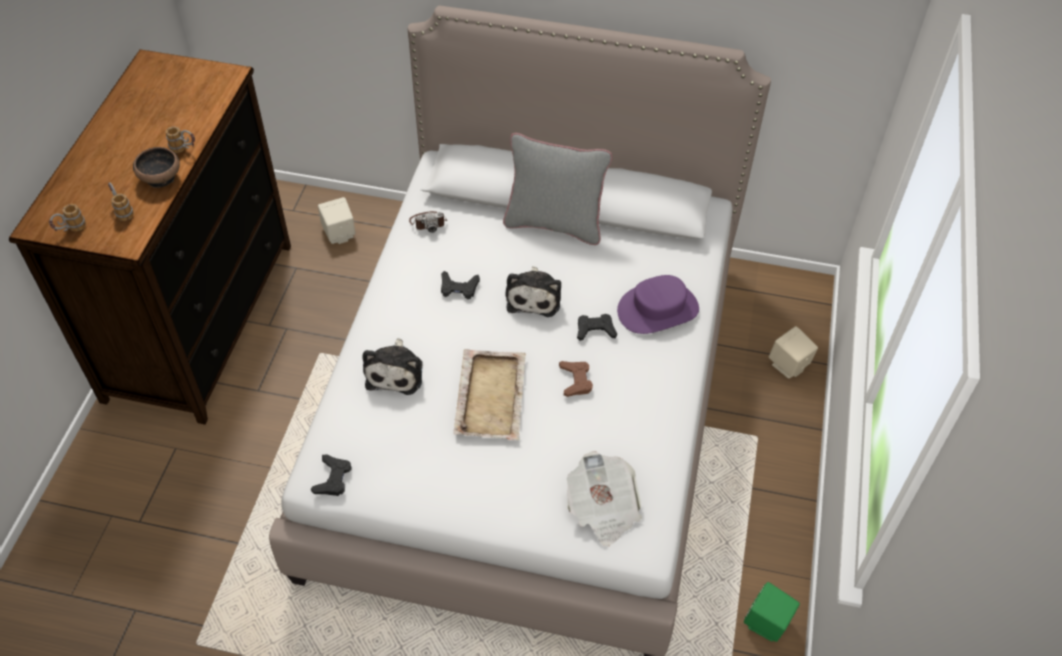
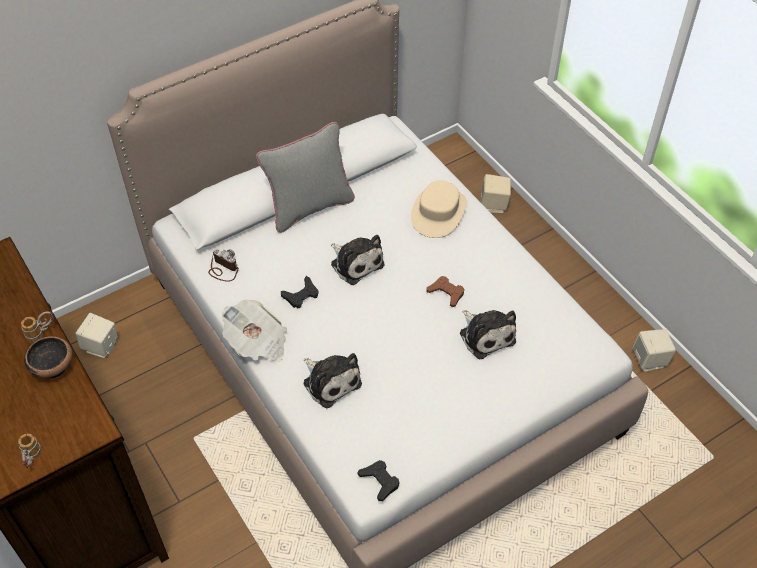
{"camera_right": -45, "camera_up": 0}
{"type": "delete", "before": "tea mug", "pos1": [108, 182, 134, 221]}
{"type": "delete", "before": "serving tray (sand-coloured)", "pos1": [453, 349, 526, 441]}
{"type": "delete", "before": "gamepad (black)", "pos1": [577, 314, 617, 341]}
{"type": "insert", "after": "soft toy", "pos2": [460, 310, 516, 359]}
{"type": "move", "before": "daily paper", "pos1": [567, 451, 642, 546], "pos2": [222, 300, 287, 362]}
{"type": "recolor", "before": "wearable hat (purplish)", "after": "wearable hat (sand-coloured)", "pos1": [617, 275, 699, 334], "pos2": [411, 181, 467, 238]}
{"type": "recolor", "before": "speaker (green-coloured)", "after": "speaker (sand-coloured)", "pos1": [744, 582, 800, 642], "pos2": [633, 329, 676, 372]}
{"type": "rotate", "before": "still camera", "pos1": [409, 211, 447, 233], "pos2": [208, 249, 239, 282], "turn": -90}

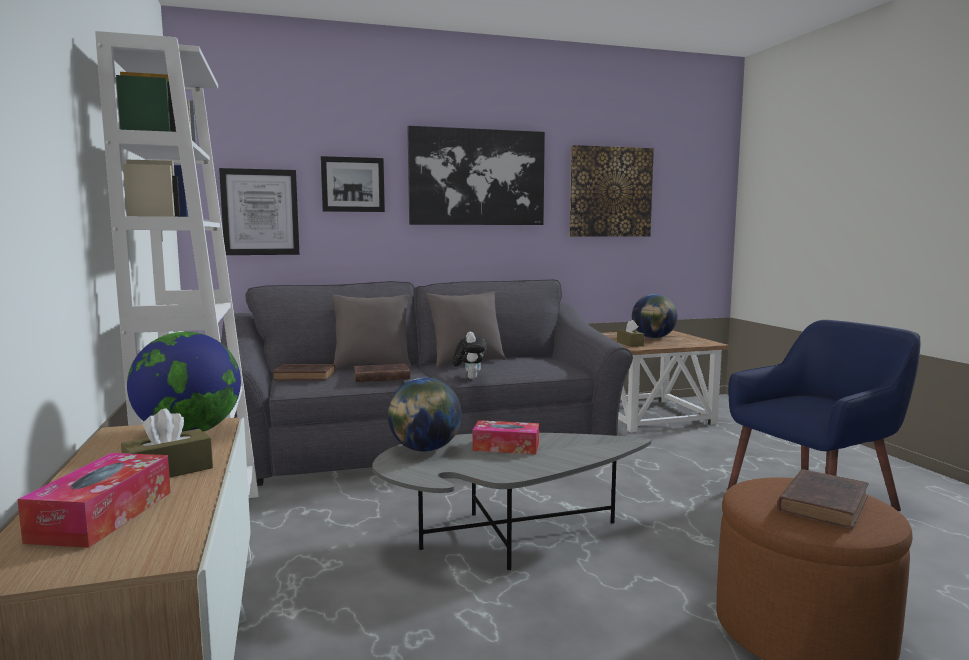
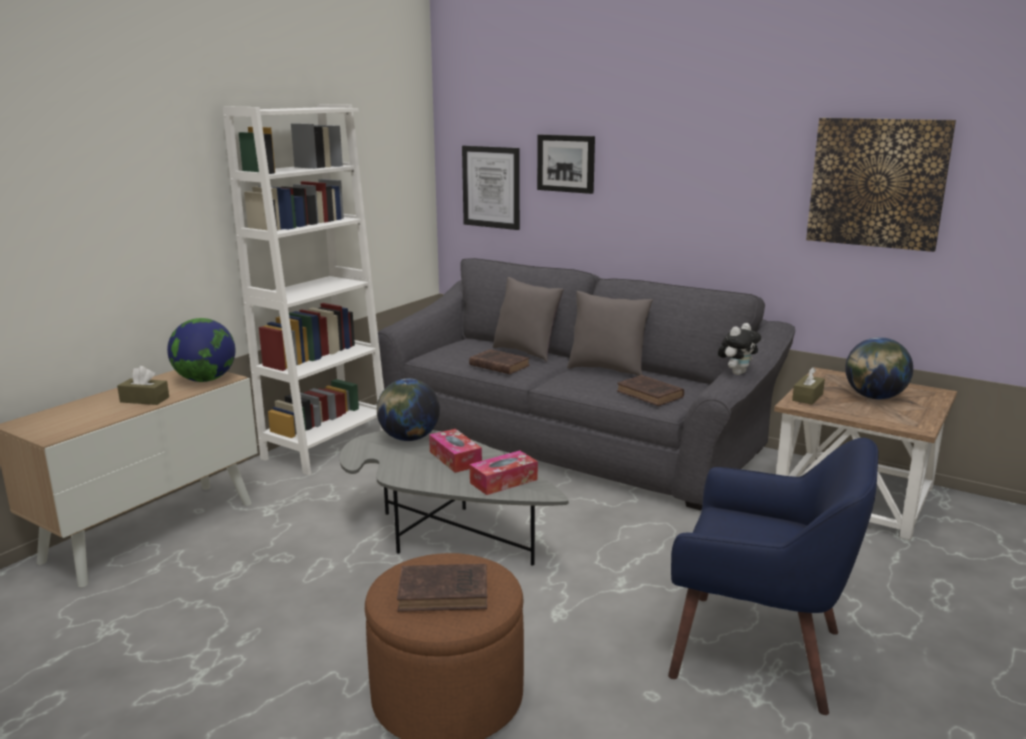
{"camera_right": 50, "camera_up": 10}
{"type": "delete", "before": "wall picture", "pos1": [407, 126, 545, 225]}
{"type": "move", "before": "box of tissues", "pos1": [17, 453, 171, 548], "pos2": [470, 450, 538, 495]}
{"type": "move", "before": "bound book (brownish)", "pos1": [272, 364, 335, 380], "pos2": [617, 375, 684, 406]}
{"type": "move", "before": "soft toy", "pos1": [453, 332, 487, 379], "pos2": [718, 323, 761, 375]}

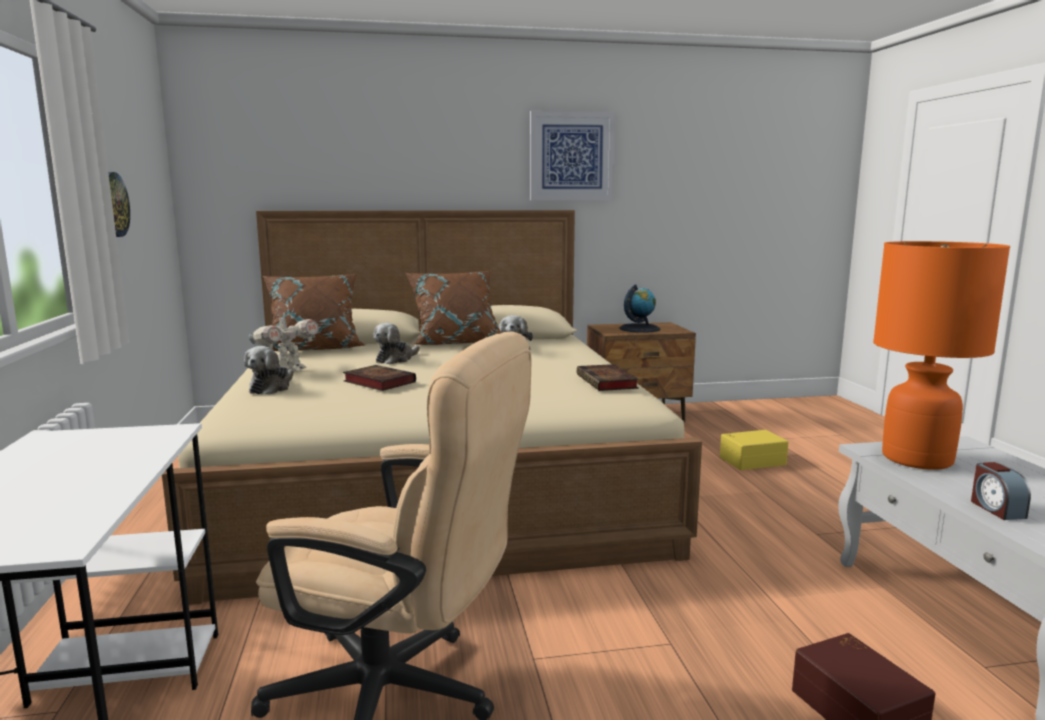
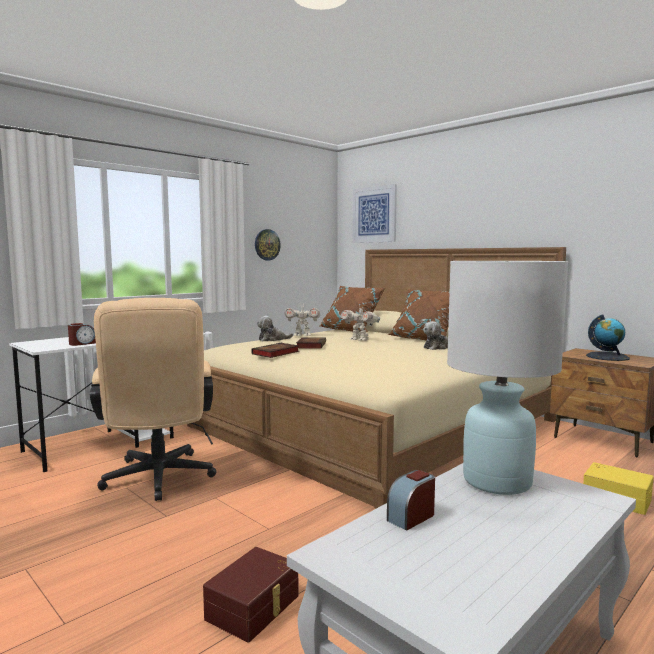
{"camera_right": 55, "camera_up": -5}
{"type": "insert", "after": "table clock", "pos2": [68, 323, 96, 346]}
{"type": "move", "before": "wall picture", "pos1": [530, 111, 615, 200], "pos2": [353, 184, 397, 243]}
{"type": "move", "before": "bound book", "pos1": [577, 364, 639, 391], "pos2": [251, 343, 299, 358]}
{"type": "replace", "before": "soft toy", "after": "toy robot", "pos1": [373, 323, 420, 364], "pos2": [341, 308, 380, 341]}
{"type": "recolor", "before": "tabletop lamp (orange-coloured)", "after": "tabletop lamp (white)", "pos1": [873, 241, 1010, 470], "pos2": [447, 261, 568, 495]}

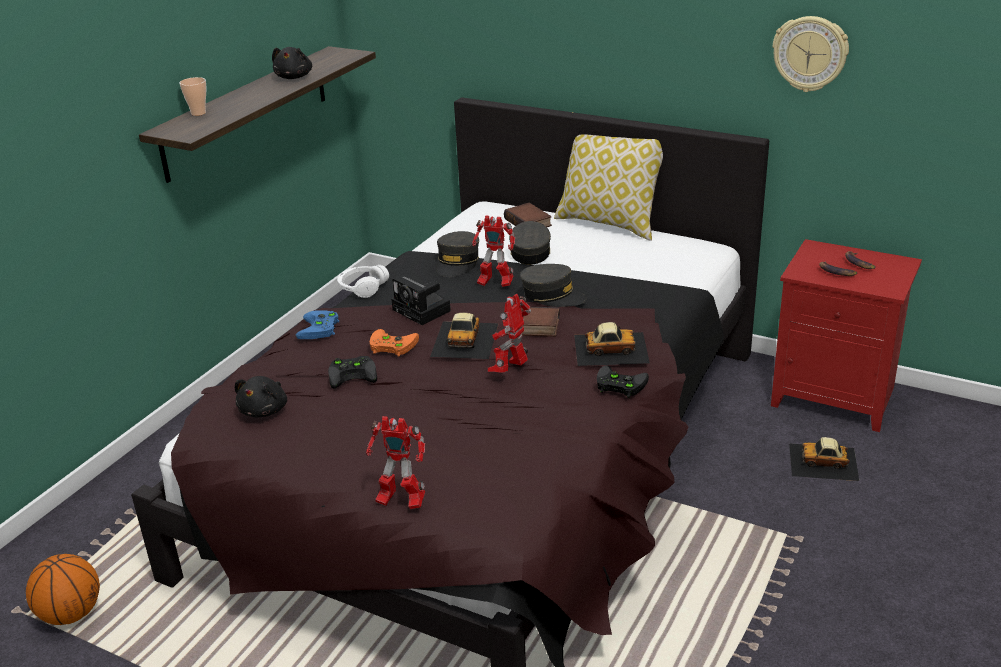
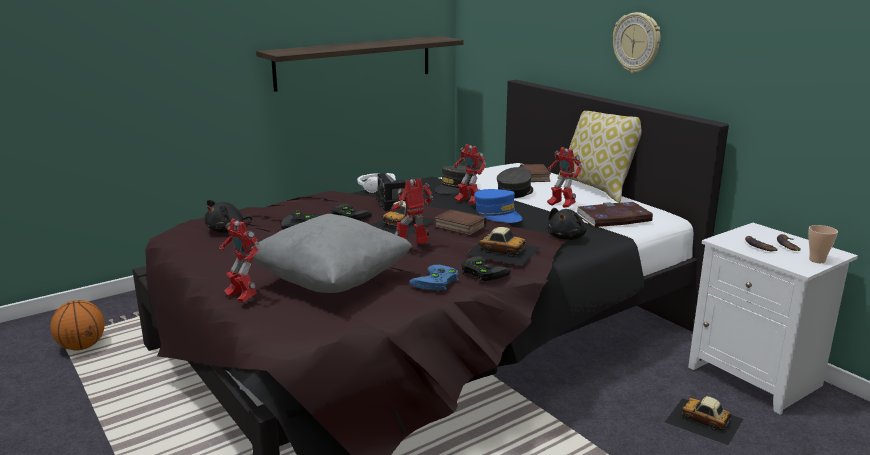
{"camera_right": 25, "camera_up": -10}
{"type": "insert", "after": "cushion (gray)", "pos2": [250, 214, 412, 293]}
{"type": "insert", "after": "toy robot", "pos2": [547, 147, 582, 208]}
{"type": "insert", "after": "bound book", "pos2": [577, 202, 653, 227]}
{"type": "move", "before": "drinking cup", "pos1": [180, 77, 206, 116], "pos2": [808, 225, 838, 263]}
{"type": "move", "before": "soft toy (black)", "pos1": [272, 47, 312, 79], "pos2": [547, 208, 587, 240]}
{"type": "move", "before": "gamepad (blue-coloured)", "pos1": [296, 310, 339, 339], "pos2": [409, 265, 459, 290]}
{"type": "move", "before": "wall clock", "pos1": [773, 16, 849, 92], "pos2": [613, 12, 661, 73]}
{"type": "recolor", "before": "gamepad (orange-coloured)", "after": "gamepad (black)", "pos1": [370, 329, 419, 357], "pos2": [331, 204, 372, 220]}
{"type": "recolor", "before": "baseball cap (gray)", "after": "baseball cap (blue-coloured)", "pos1": [520, 264, 587, 307], "pos2": [474, 189, 523, 223]}
{"type": "recolor", "before": "bedside table (red-coloured)", "after": "bedside table (white)", "pos1": [771, 239, 922, 432], "pos2": [688, 223, 858, 415]}

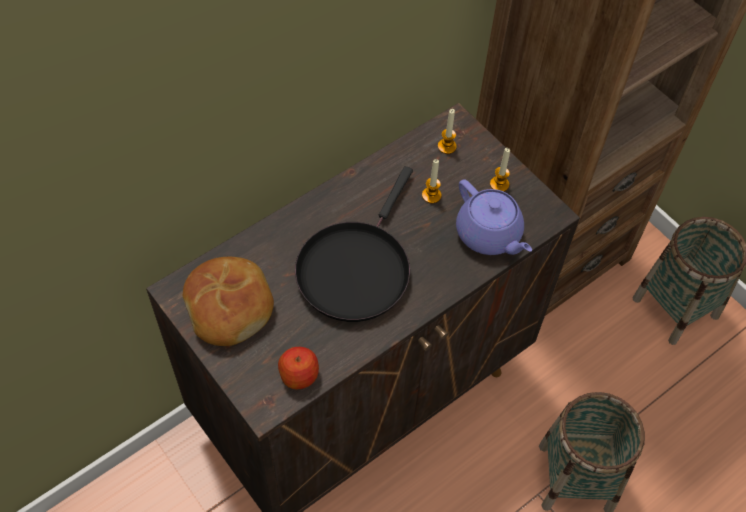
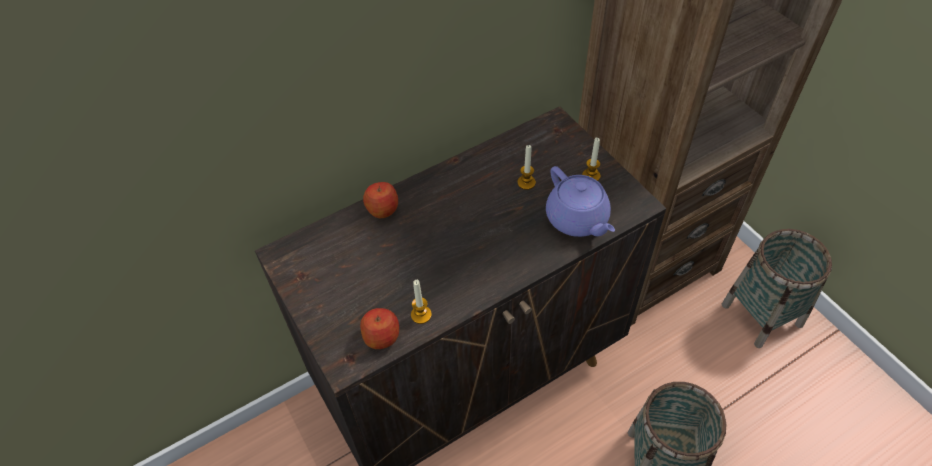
{"camera_right": 10, "camera_up": -5}
{"type": "delete", "before": "bread", "pos1": [183, 257, 274, 346]}
{"type": "delete", "before": "pan (black)", "pos1": [295, 166, 413, 322]}
{"type": "insert", "after": "apple fruit", "pos2": [363, 182, 398, 218]}
{"type": "move", "before": "candle", "pos1": [438, 109, 457, 154], "pos2": [411, 280, 432, 324]}

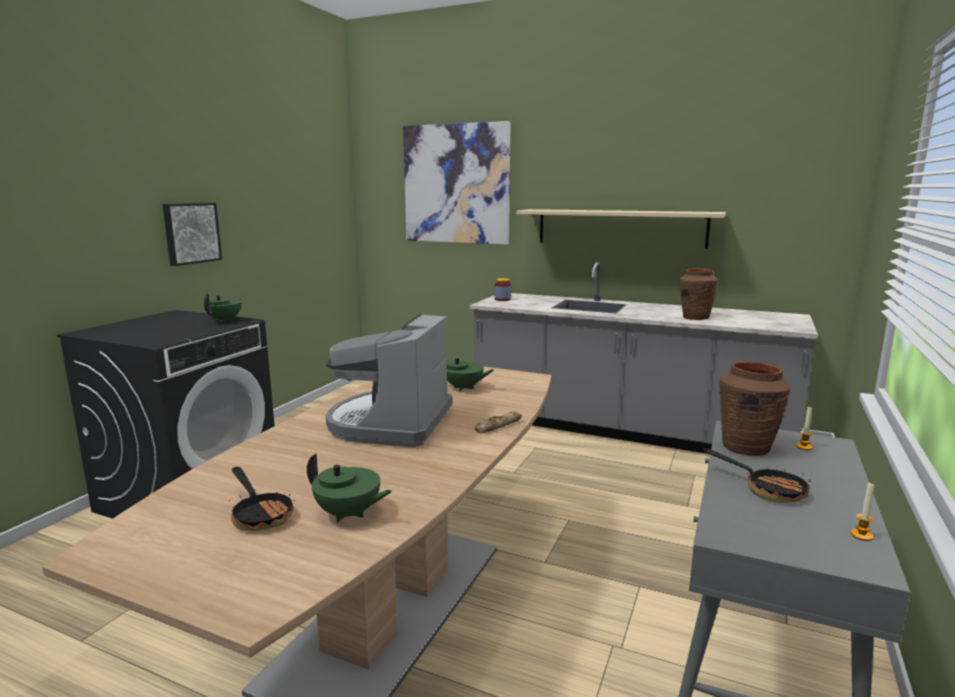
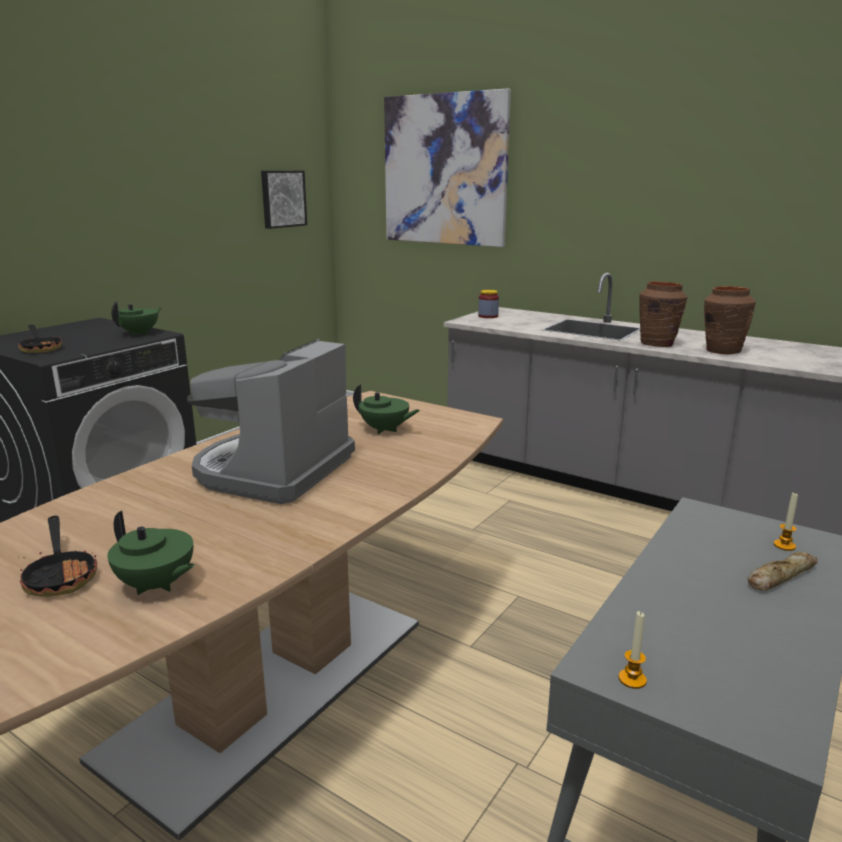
{"camera_right": 10, "camera_up": 5}
{"type": "delete", "before": "wall shelf (sand-coloured)", "pos1": [516, 209, 726, 249]}
{"type": "move", "before": "wall picture", "pos1": [162, 203, 222, 266], "pos2": [261, 171, 307, 229]}
{"type": "move", "before": "bread", "pos1": [475, 411, 522, 433], "pos2": [748, 552, 818, 590]}
{"type": "move", "before": "pan", "pos1": [702, 448, 811, 503], "pos2": [18, 325, 62, 353]}
{"type": "move", "before": "vase (brownish)", "pos1": [719, 362, 790, 456], "pos2": [639, 281, 687, 347]}
{"type": "move", "before": "candle", "pos1": [850, 482, 874, 541], "pos2": [618, 611, 647, 689]}

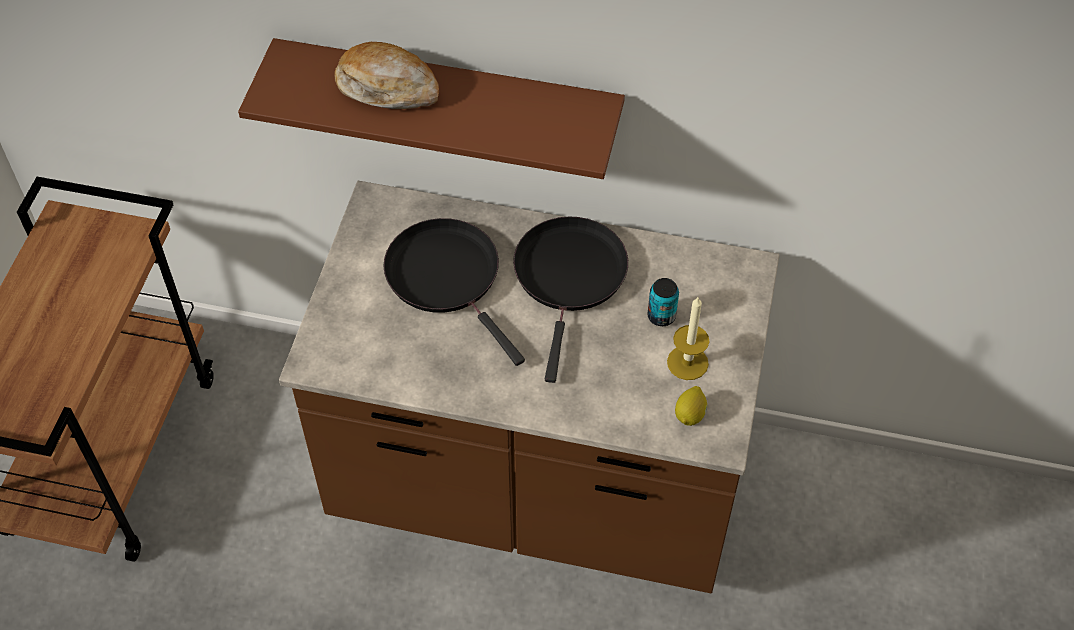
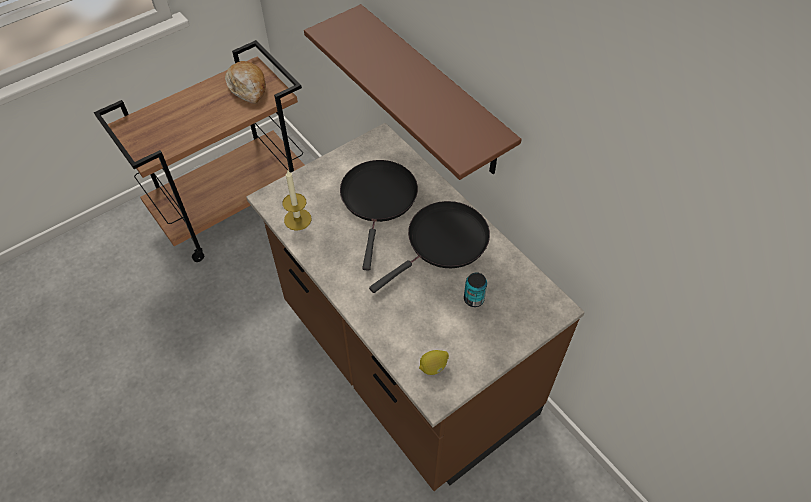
{"camera_right": 40, "camera_up": 0}
{"type": "move", "before": "bread", "pos1": [335, 42, 439, 109], "pos2": [225, 61, 266, 104]}
{"type": "move", "before": "candle", "pos1": [667, 297, 709, 380], "pos2": [282, 170, 311, 231]}

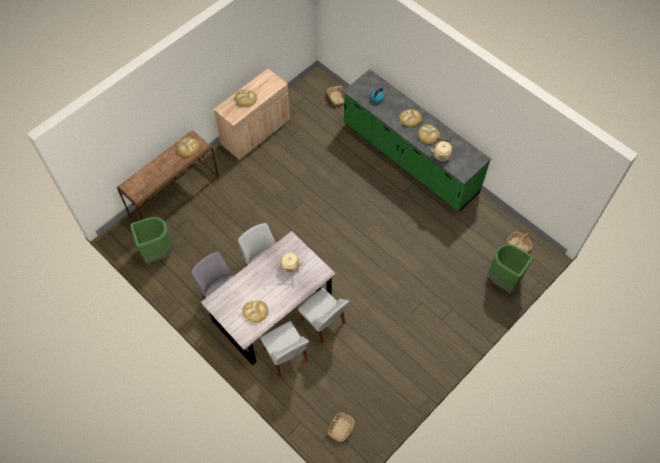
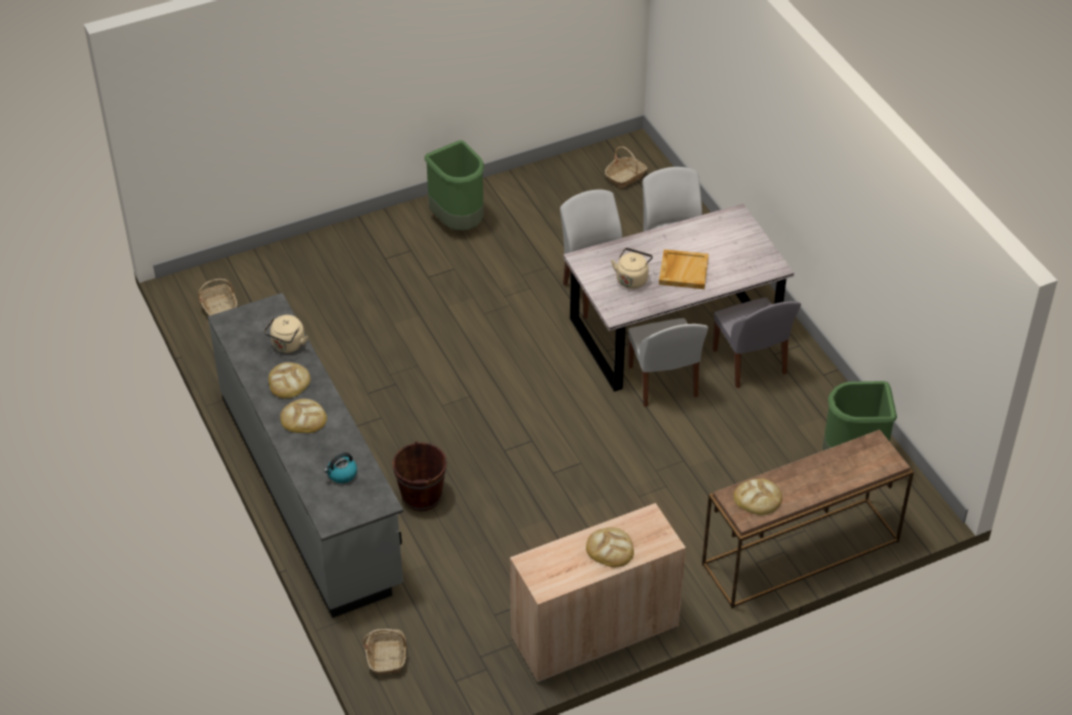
{"camera_right": -160, "camera_up": -15}
{"type": "delete", "before": "bread", "pos1": [243, 301, 268, 323]}
{"type": "insert", "after": "water bucket (brownish)", "pos2": [392, 441, 447, 511]}
{"type": "insert", "after": "serving tray (sand-coloured)", "pos2": [659, 249, 709, 289]}
{"type": "move", "before": "trash can (green-coloured)", "pos1": [489, 244, 533, 293], "pos2": [425, 140, 484, 231]}
{"type": "recolor", "before": "counter (green-coloured)", "after": "counter (gray)", "pos1": [343, 69, 491, 211], "pos2": [208, 293, 403, 618]}

